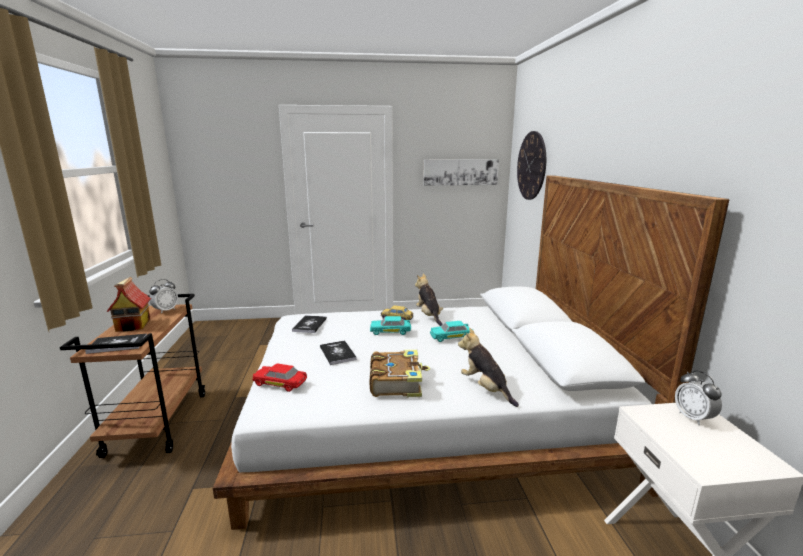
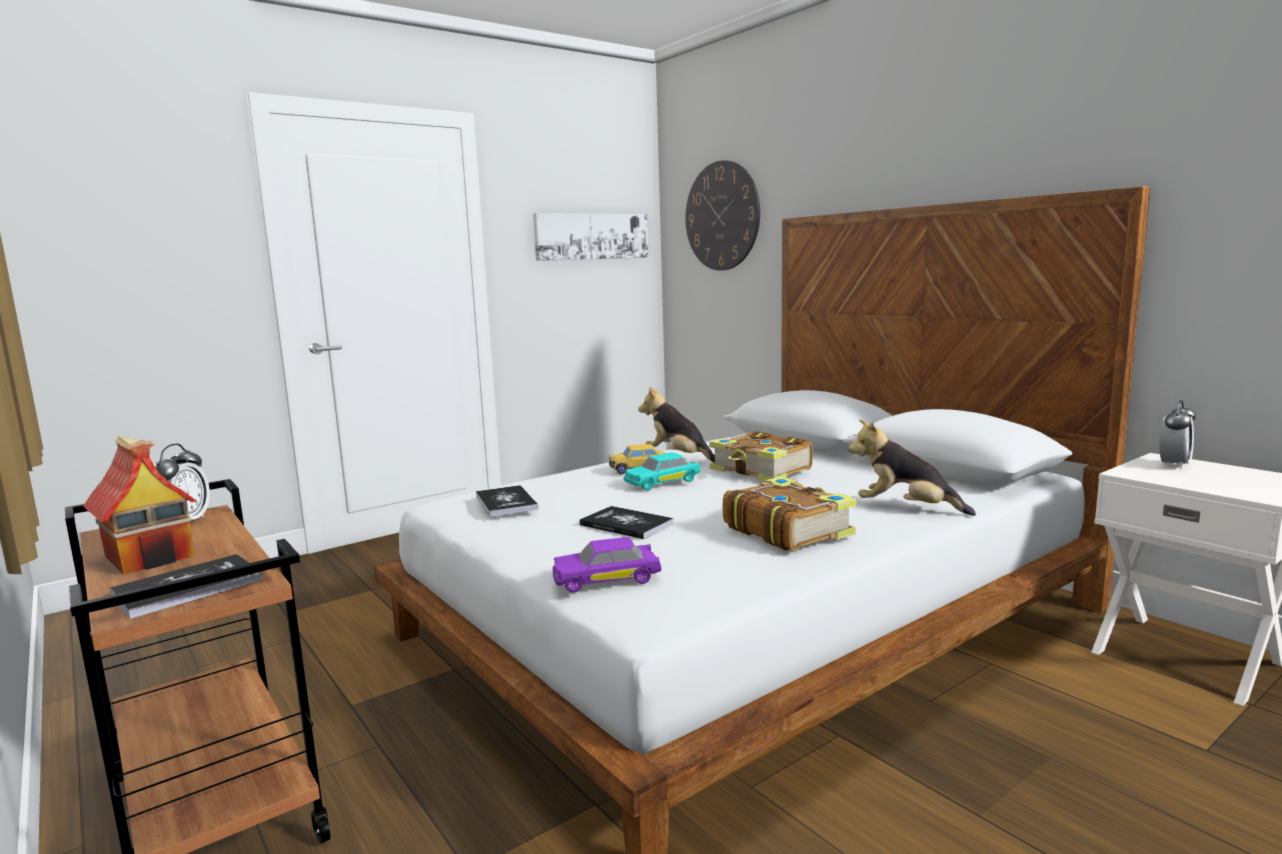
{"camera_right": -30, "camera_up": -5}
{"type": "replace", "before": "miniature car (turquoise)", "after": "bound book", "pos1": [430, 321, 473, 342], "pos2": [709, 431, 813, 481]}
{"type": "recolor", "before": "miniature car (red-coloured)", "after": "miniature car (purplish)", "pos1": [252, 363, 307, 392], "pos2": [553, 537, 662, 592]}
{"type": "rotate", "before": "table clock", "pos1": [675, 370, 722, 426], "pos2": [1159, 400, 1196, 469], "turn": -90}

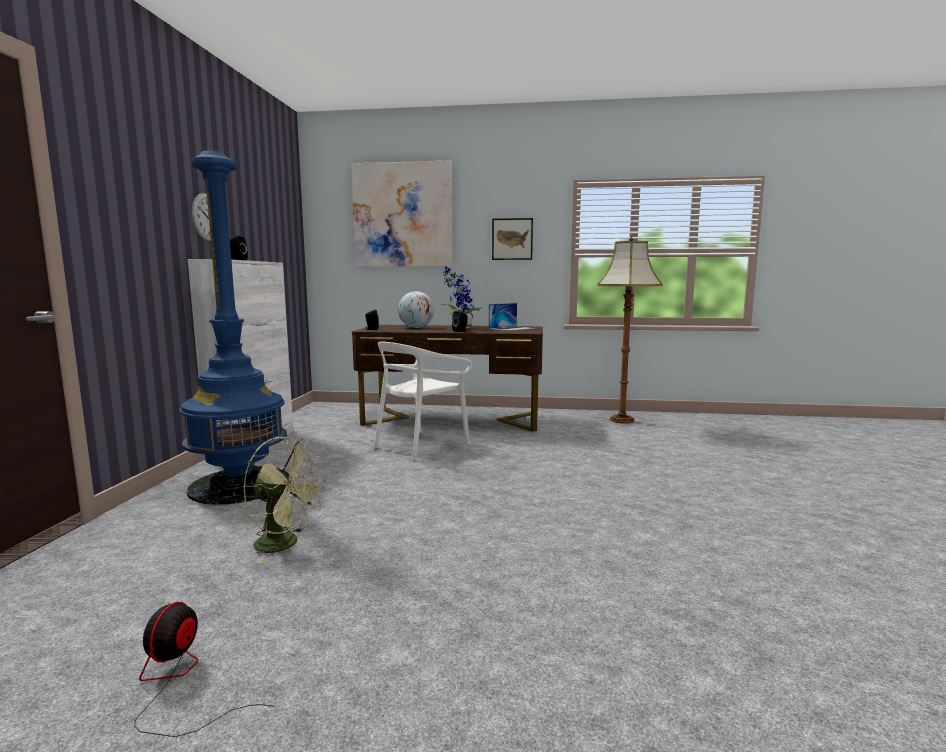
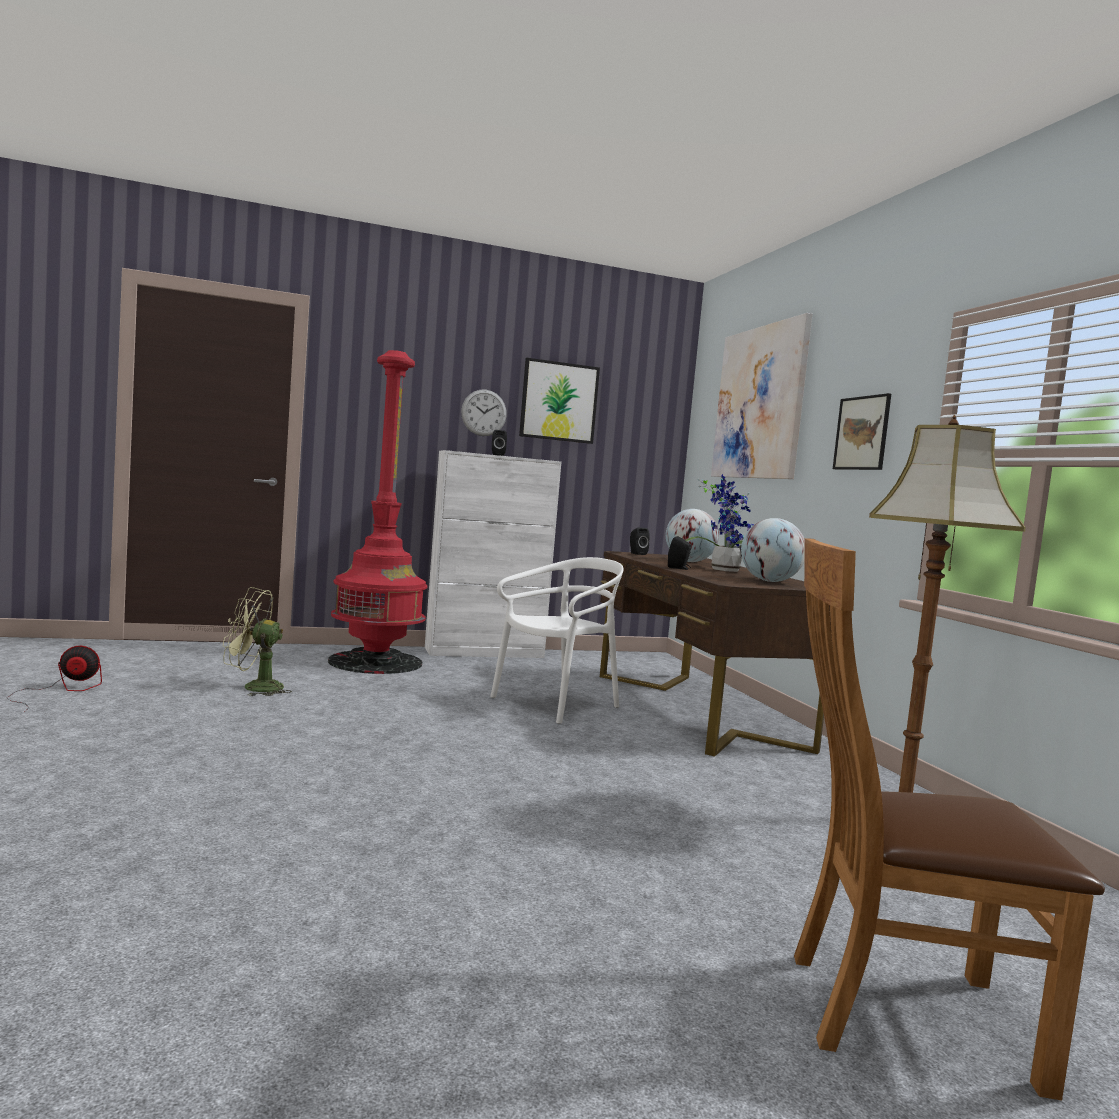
{"camera_right": 65, "camera_up": -5}
{"type": "insert", "after": "wall picture", "pos2": [519, 358, 600, 444]}
{"type": "insert", "after": "chair (brownish)", "pos2": [794, 538, 1105, 1100]}
{"type": "replace", "before": "laptop", "after": "desk globe", "pos1": [489, 303, 535, 331], "pos2": [741, 518, 805, 582]}
{"type": "recolor", "before": "floor lamp (blue-coloured)", "after": "floor lamp (red-coloured)", "pos1": [179, 150, 289, 504], "pos2": [328, 350, 427, 674]}
{"type": "rotate", "before": "fan (green-coloured)", "pos1": [243, 437, 326, 563], "pos2": [223, 587, 292, 696], "turn": 90}
{"type": "rotate", "before": "chair (white)", "pos1": [374, 342, 472, 461], "pos2": [490, 557, 624, 724], "turn": 120}

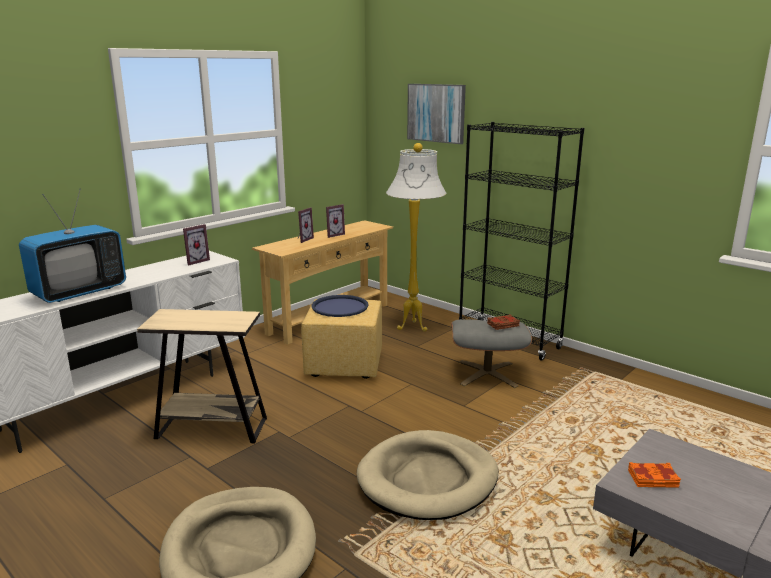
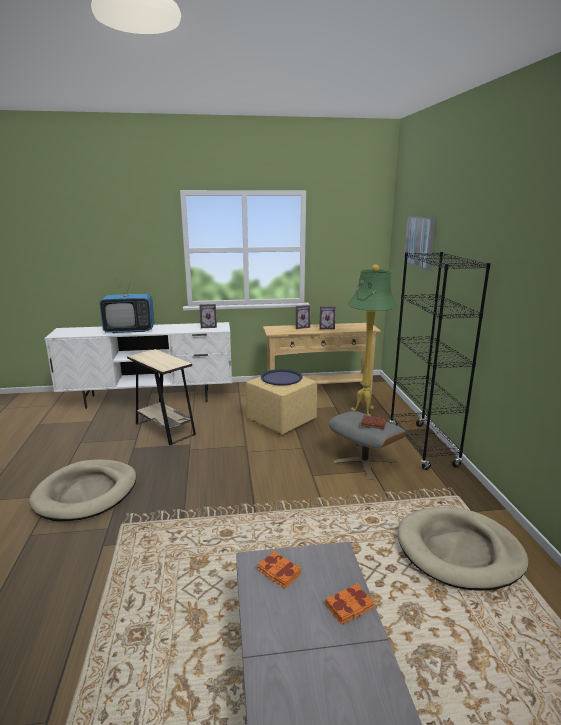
{"camera_right": 40, "camera_up": 0}
{"type": "insert", "after": "bound book (orange-coloured)", "pos2": [326, 583, 374, 625]}
{"type": "move", "before": "pet bed (sand-coloured)", "pos1": [356, 430, 498, 520], "pos2": [398, 507, 528, 591]}
{"type": "recolor", "before": "floor lamp (white)", "after": "floor lamp (green-coloured)", "pos1": [386, 143, 446, 332], "pos2": [348, 265, 397, 416]}

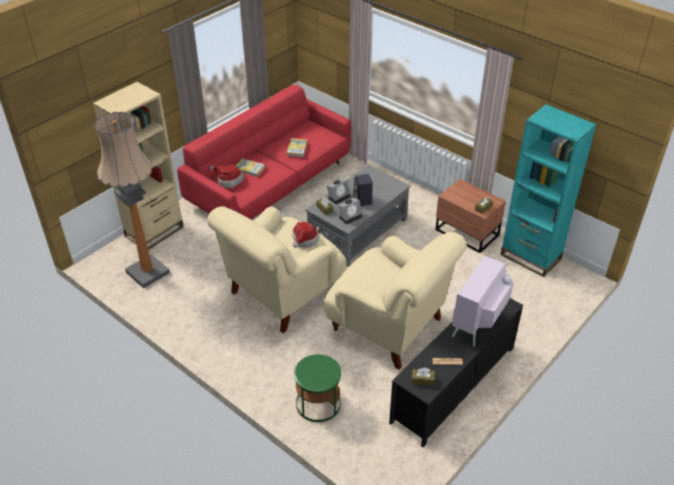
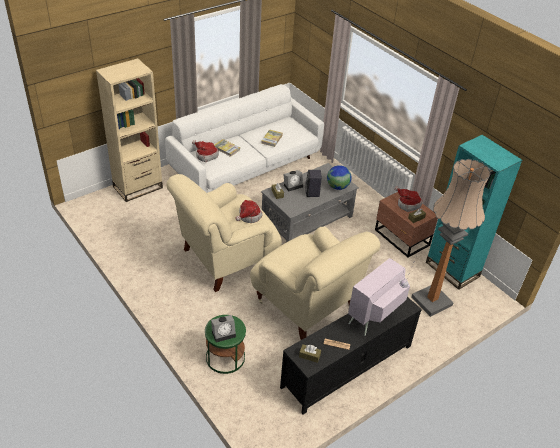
{"camera_right": 10, "camera_up": 0}
{"type": "insert", "after": "desk globe", "pos2": [327, 165, 352, 190]}
{"type": "insert", "after": "wearable hat", "pos2": [394, 186, 422, 212]}
{"type": "move", "before": "floor lamp", "pos1": [95, 112, 170, 289], "pos2": [411, 159, 490, 317]}
{"type": "move", "before": "table clock", "pos1": [338, 198, 362, 224], "pos2": [211, 315, 236, 342]}
{"type": "recolor", "before": "sofa (red-coloured)", "after": "sofa (white)", "pos1": [177, 85, 351, 219], "pos2": [165, 84, 324, 193]}

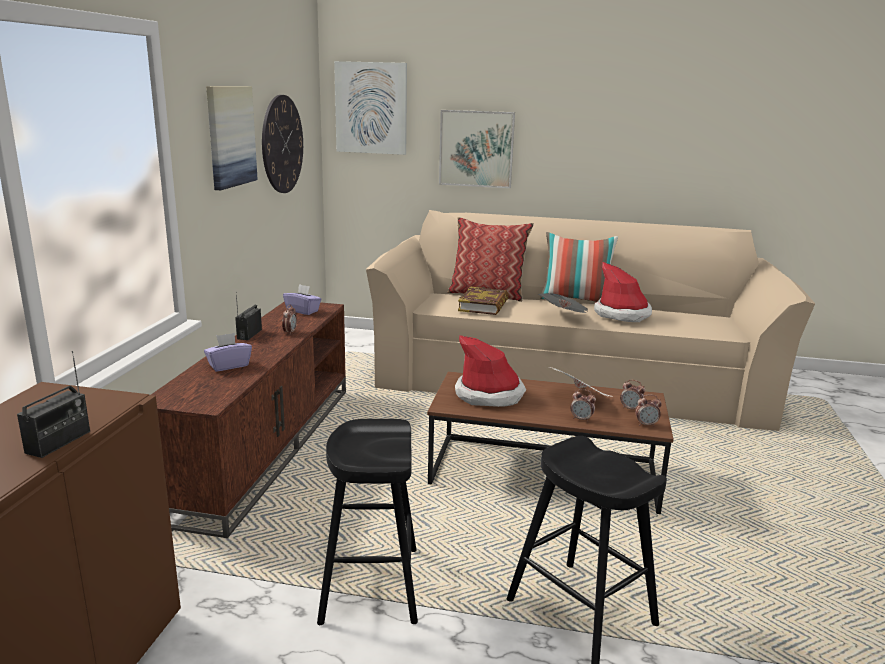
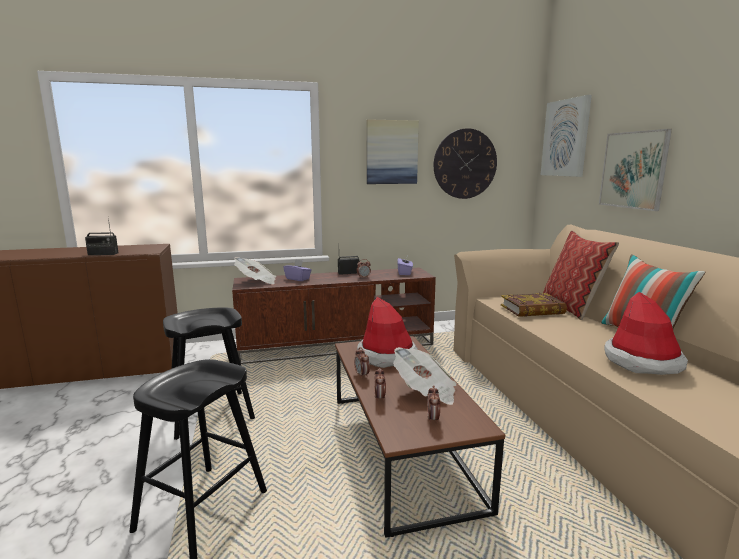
{"camera_right": 65, "camera_up": -5}
{"type": "move", "before": "daily paper", "pos1": [538, 293, 589, 313], "pos2": [234, 257, 276, 285]}
{"type": "move", "before": "table clock", "pos1": [635, 395, 662, 427], "pos2": [354, 347, 370, 378]}

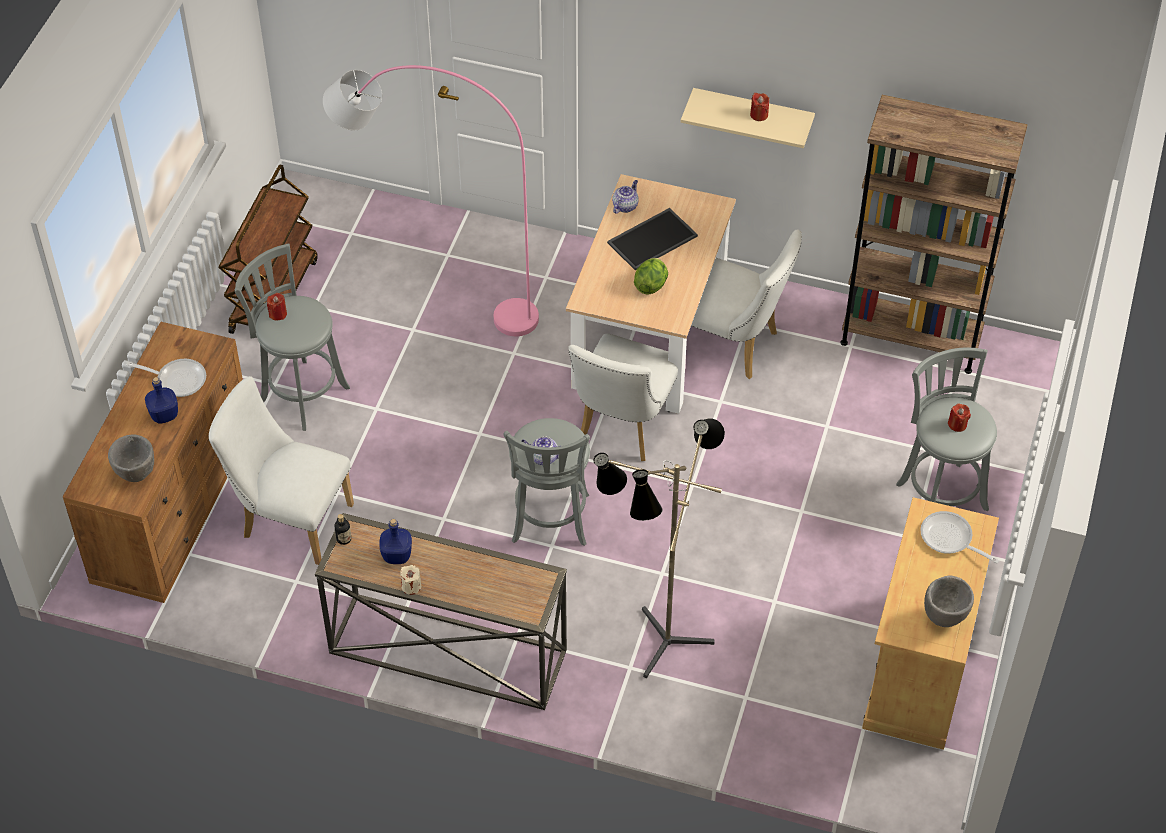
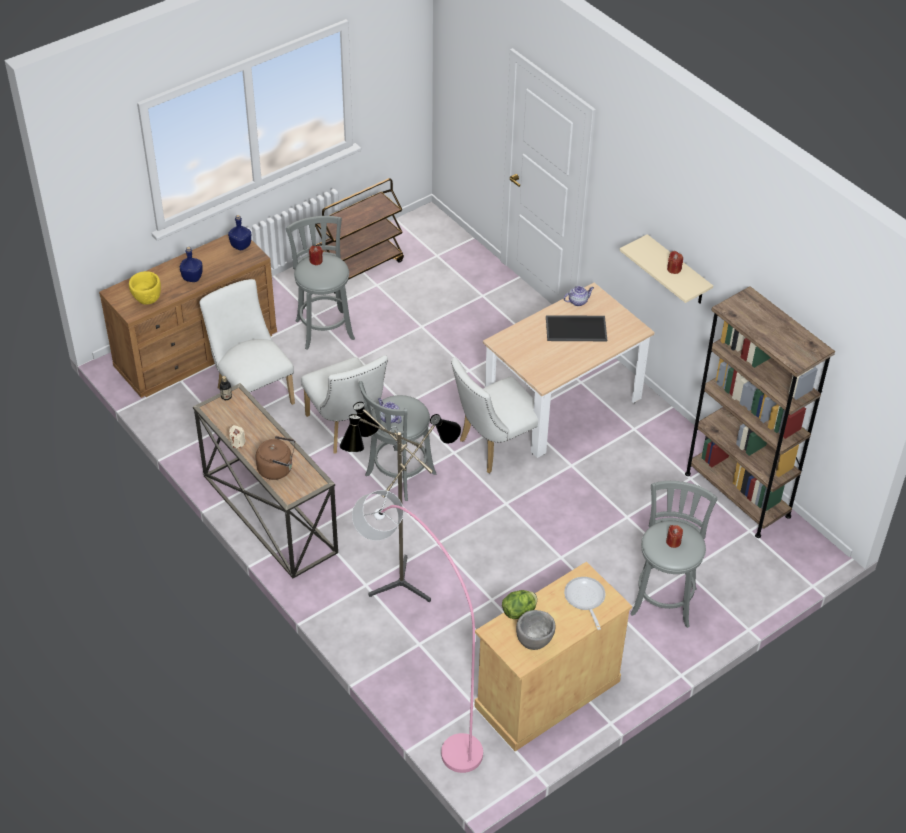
{"camera_right": 35, "camera_up": -5}
{"type": "delete", "before": "pan", "pos1": [126, 359, 206, 397]}
{"type": "insert", "after": "kettle (brownish)", "pos2": [256, 436, 295, 480]}
{"type": "move", "before": "floor lamp (pink-coloured)", "pos1": [323, 65, 539, 336], "pos2": [352, 490, 483, 773]}
{"type": "move", "before": "drink bottle (blue-coloured)", "pos1": [379, 519, 412, 564], "pos2": [228, 215, 251, 250]}
{"type": "move", "before": "lettuce", "pos1": [634, 258, 668, 295], "pos2": [502, 590, 537, 619]}
{"type": "move", "before": "chair (white)", "pos1": [691, 229, 802, 379], "pos2": [301, 355, 388, 454]}
{"type": "recolor", "before": "deep dish (gray)", "after": "deep dish (yellow-coloured)", "pos1": [108, 435, 154, 482], "pos2": [129, 271, 161, 305]}

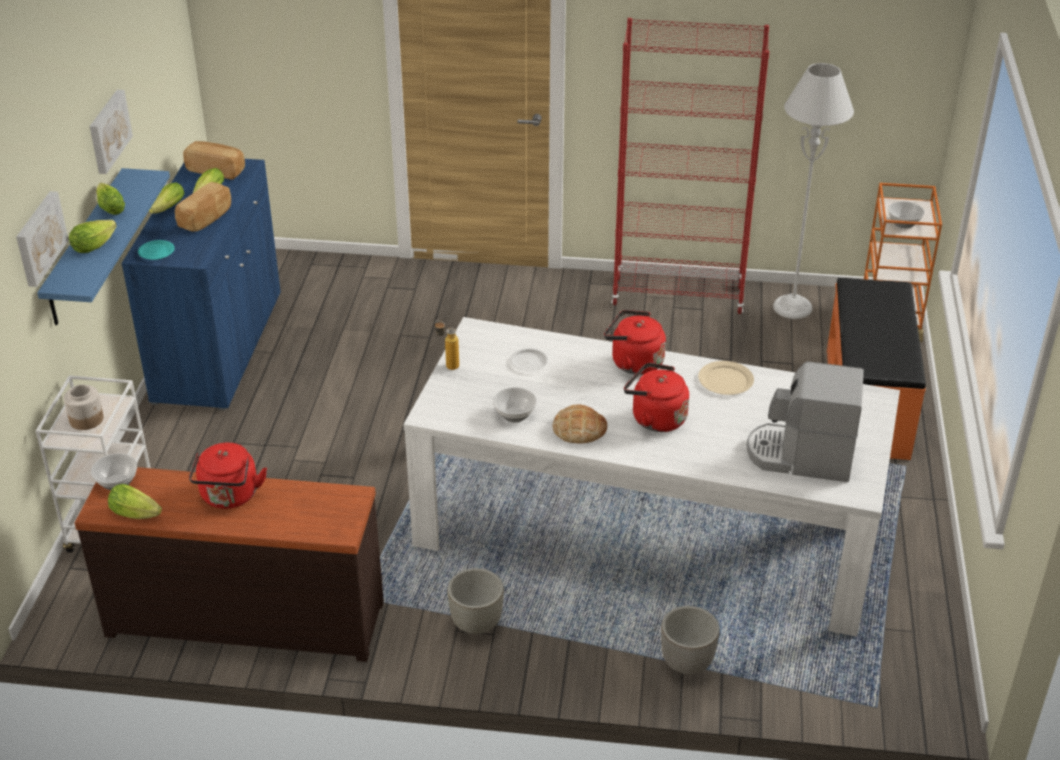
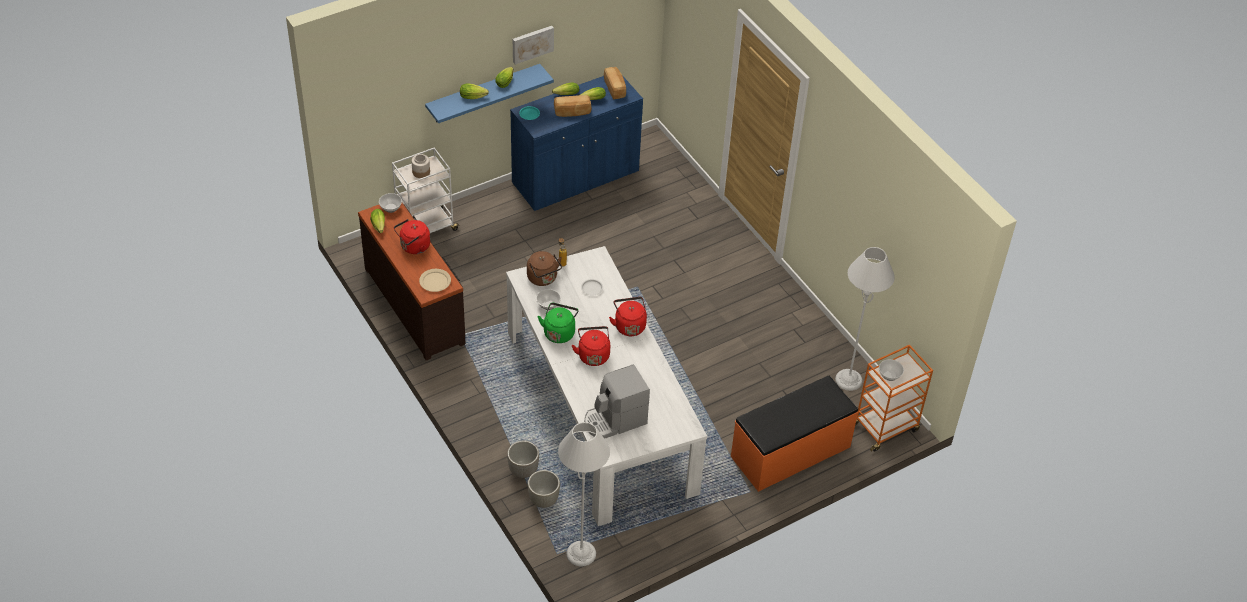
{"camera_right": 50, "camera_up": 10}
{"type": "delete", "before": "wall picture", "pos1": [16, 191, 69, 287]}
{"type": "delete", "before": "bookcase (red-coloured)", "pos1": [611, 18, 769, 314]}
{"type": "insert", "after": "kettle (brownish)", "pos2": [527, 251, 562, 286]}
{"type": "insert", "after": "floor lamp (gray)", "pos2": [558, 422, 610, 567]}
{"type": "move", "before": "flower pot (gray)", "pos1": [447, 568, 504, 634], "pos2": [528, 470, 560, 508]}
{"type": "move", "before": "plate (sand-coloured)", "pos1": [698, 361, 754, 395], "pos2": [419, 269, 451, 292]}
{"type": "replace", "before": "bread", "after": "kettle (green-coloured)", "pos1": [553, 404, 607, 444], "pos2": [538, 303, 579, 343]}
{"type": "rotate", "before": "coffee maker", "pos1": [747, 361, 864, 482], "pos2": [584, 364, 650, 439], "turn": -90}

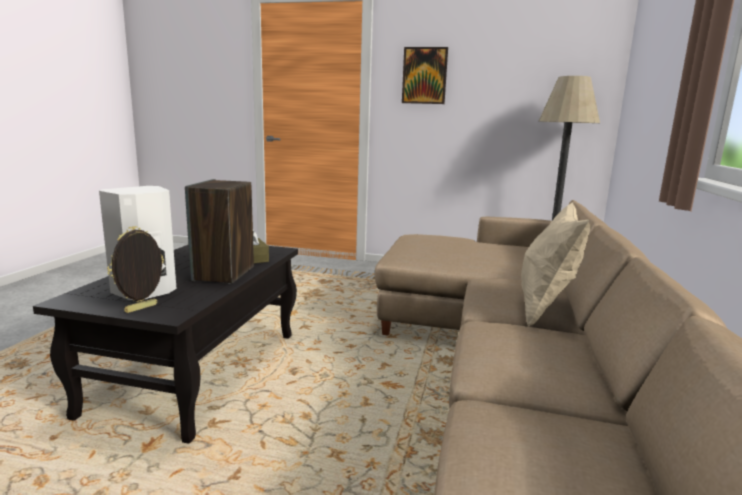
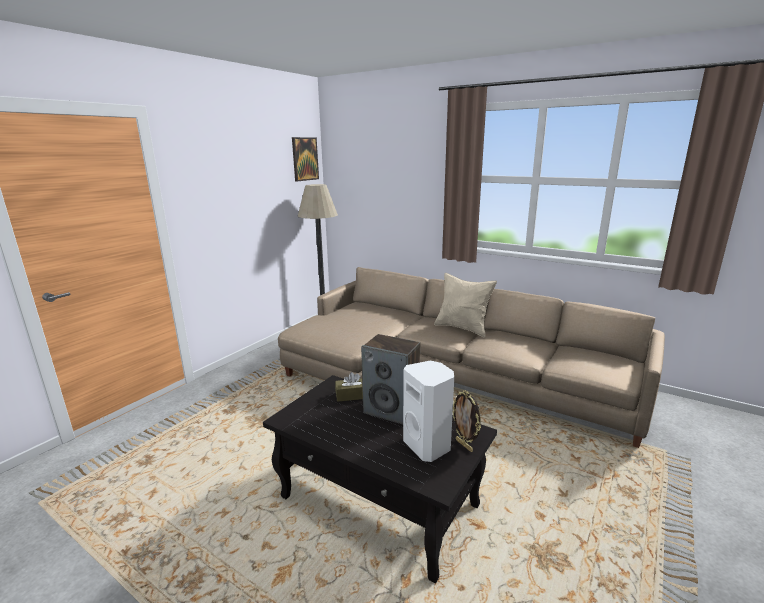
{"camera_right": -70, "camera_up": 5}
{"type": "move", "before": "wall picture", "pos1": [402, 47, 448, 104], "pos2": [292, 137, 319, 181]}

